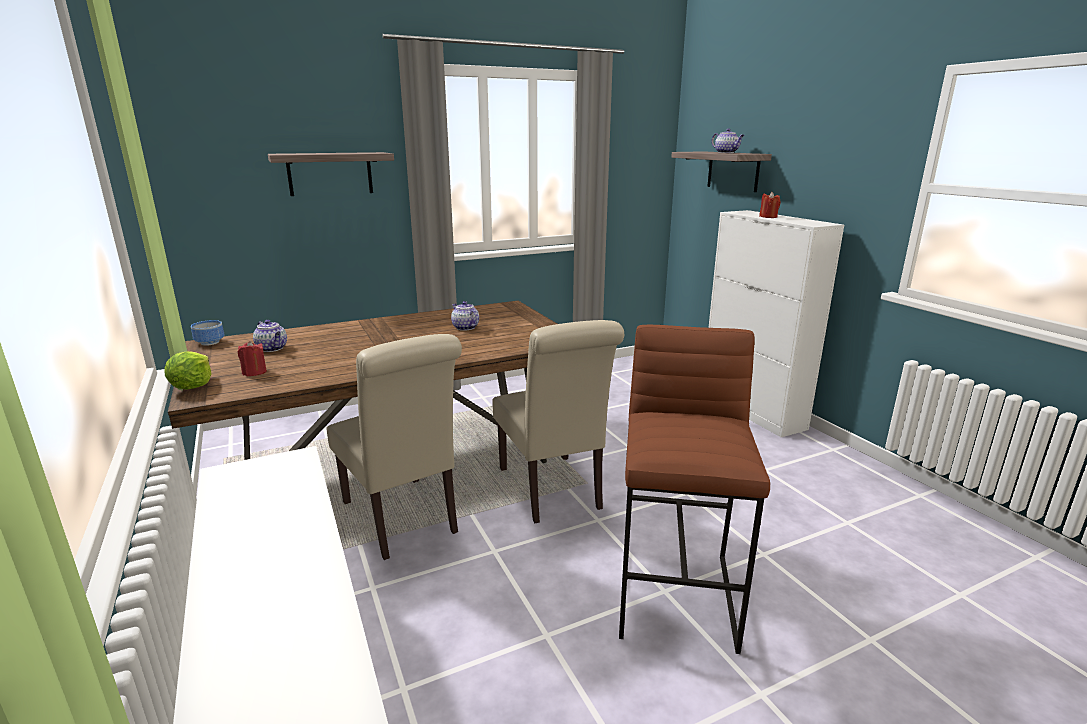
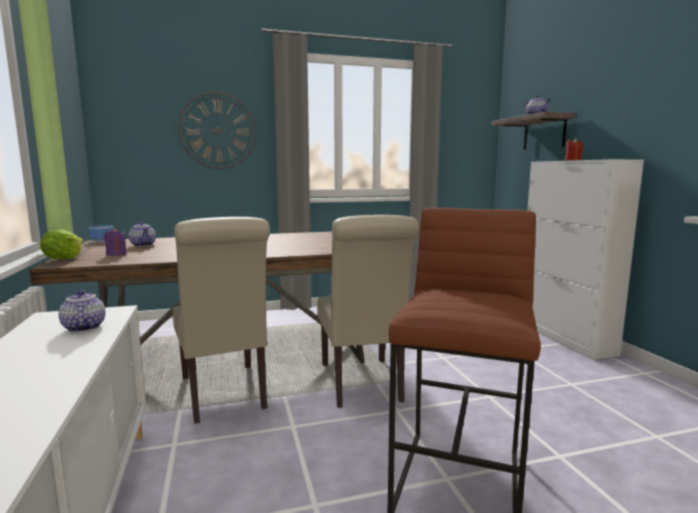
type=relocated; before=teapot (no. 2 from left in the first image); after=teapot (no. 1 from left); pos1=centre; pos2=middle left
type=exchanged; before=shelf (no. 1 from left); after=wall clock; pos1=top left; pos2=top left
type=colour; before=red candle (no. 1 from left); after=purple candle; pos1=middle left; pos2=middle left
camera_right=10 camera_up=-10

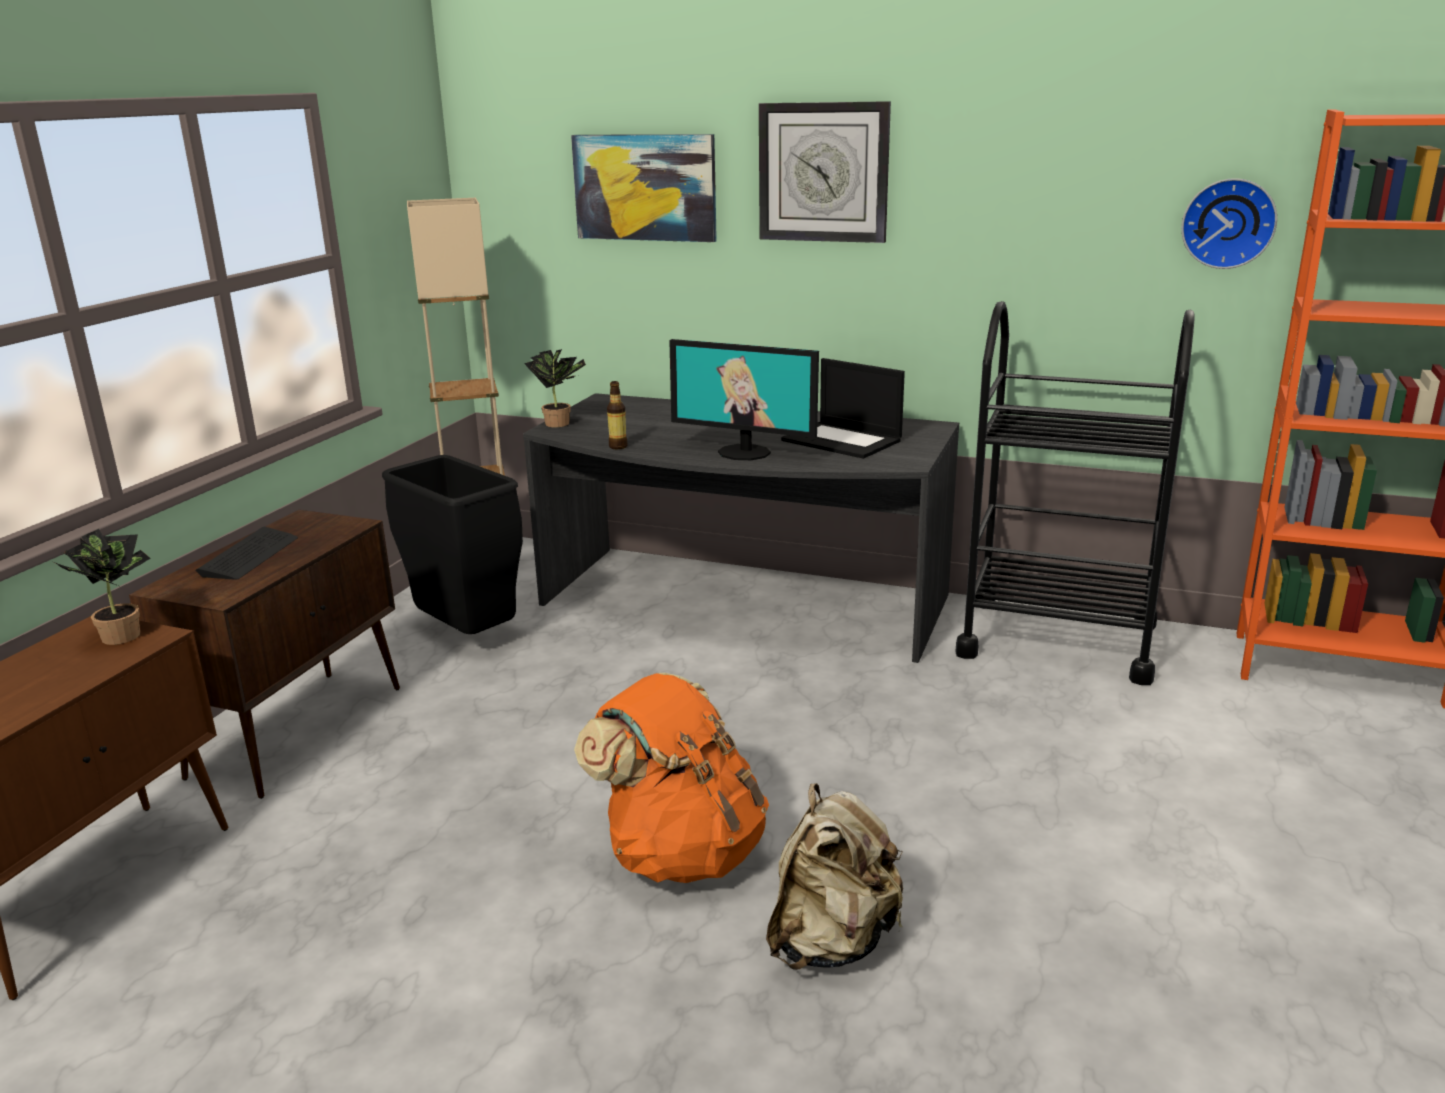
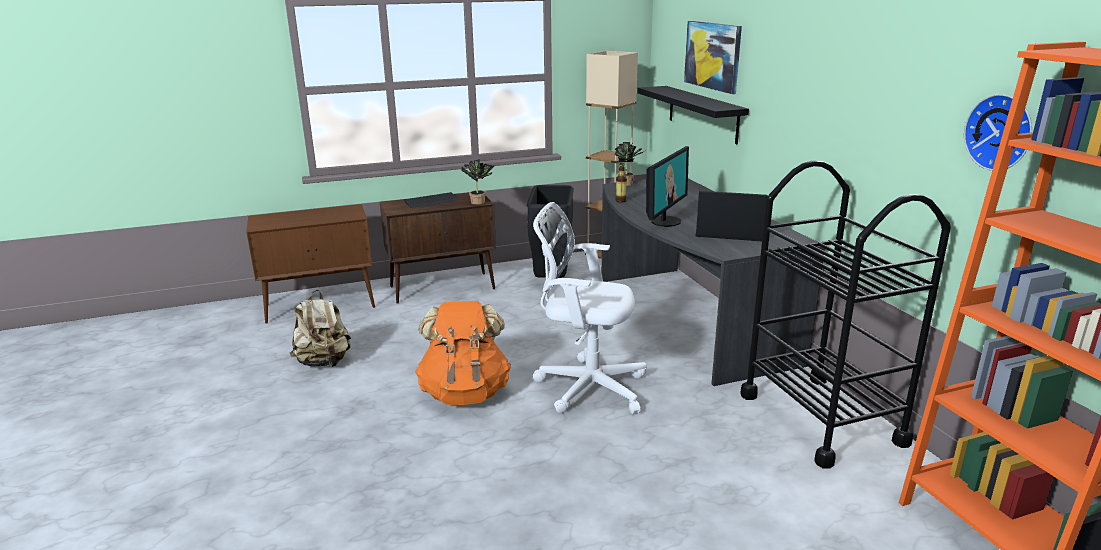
type=missing; before=wall clock (no. 1 from left); pos1=top centre
type=appeared; after=white office chair; pos2=centre
type=appeared; after=black shelf; pos2=top centre
type=relocated; before=potted plant (no. 1 from left); pos1=middle left; pos2=top centre
type=relocated; before=beige backpack; pos1=bottom centre; pos2=middle left
type=spun; before=monitor; pos1=centre; pos2=centre; turn=-135
type=spun; before=laptop; pos1=centre; pos2=centre; turn=105
camera_right=50 camera_up=0

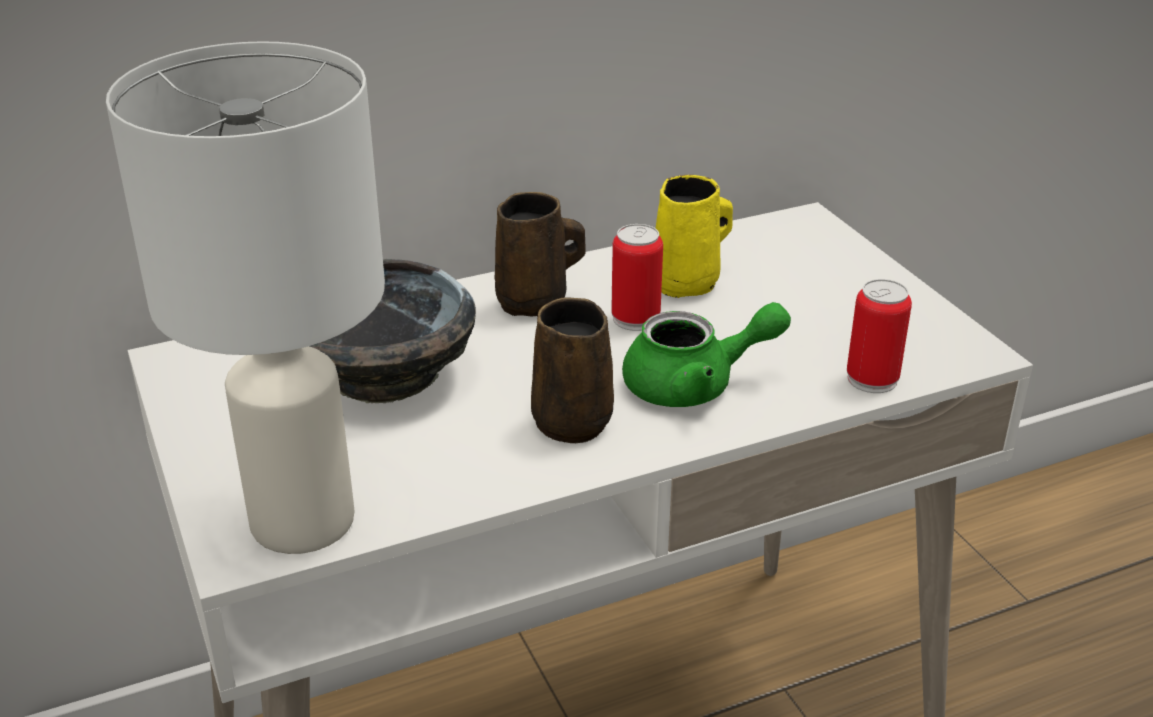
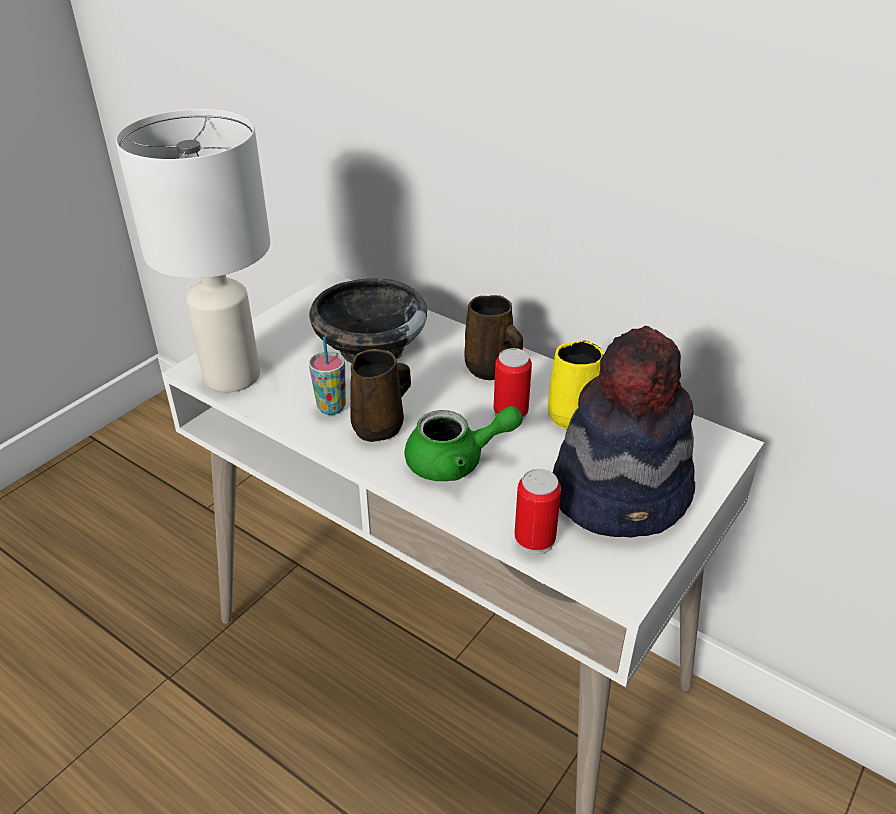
type=appeared; after=cup; pos2=centre
type=appeared; after=hat; pos2=middle right
type=spun; before=green teapot; pos1=centre; pos2=centre; turn=-60
camera_right=60 camera_up=5

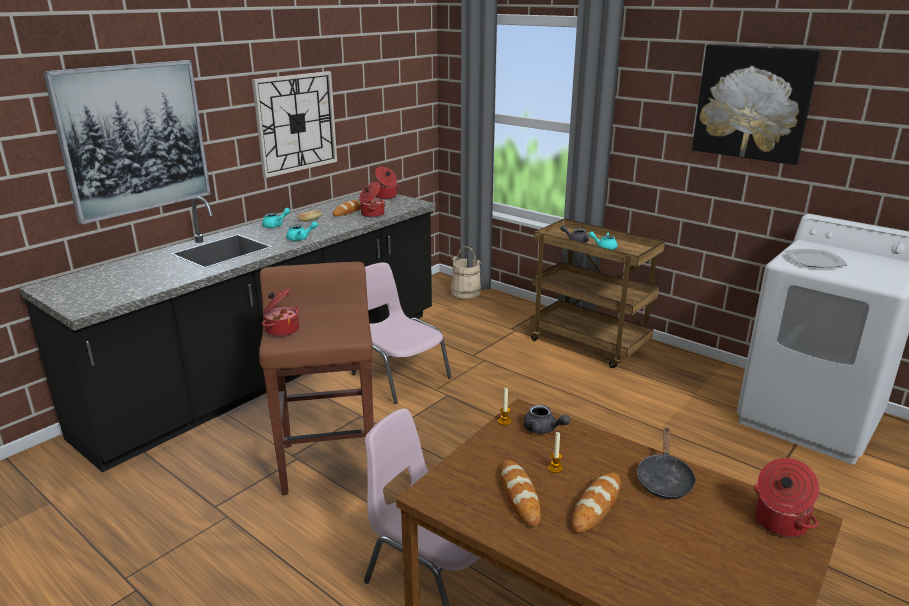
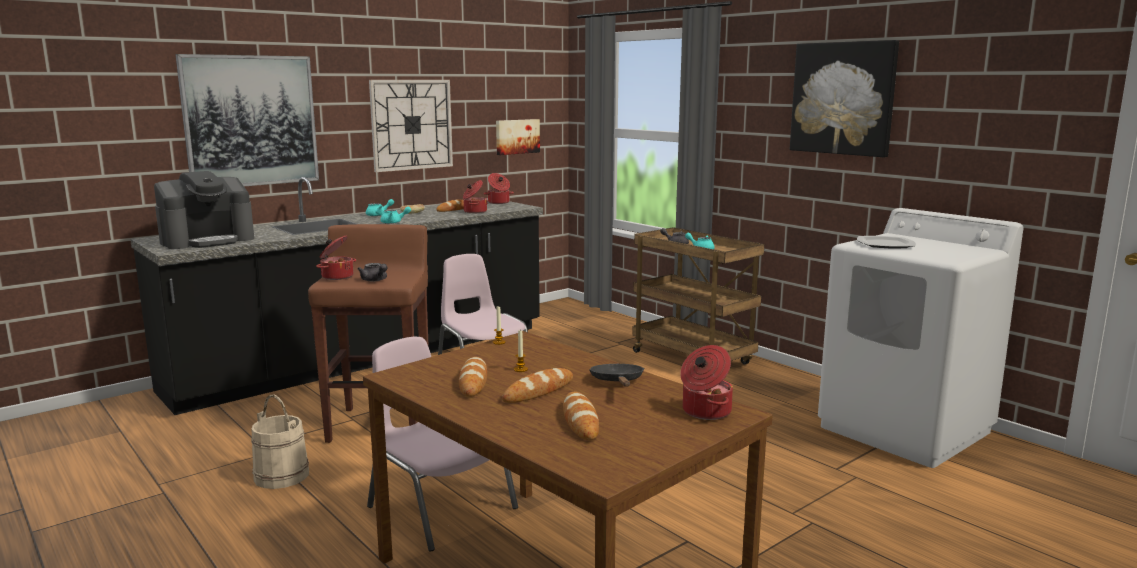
type=appeared; after=coffee machine; pos2=middle left
type=appeared; after=picture (no. 2 from left); pos2=top centre
type=appeared; after=bread (no. 5 from left); pos2=bottom centre
type=relocated; before=beige bucket; pos1=centre; pos2=bottom left
type=relocated; before=grey teapot (no. 1 from left); pos1=bottom centre; pos2=middle left
type=spun; before=black frying pan; pos1=bottom right; pos2=centre; turn=150
camera_right=10 camera_up=-10

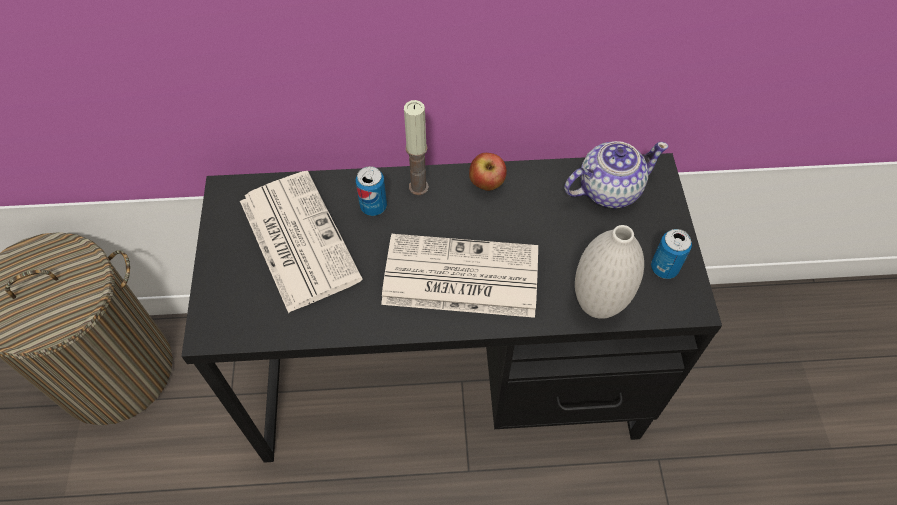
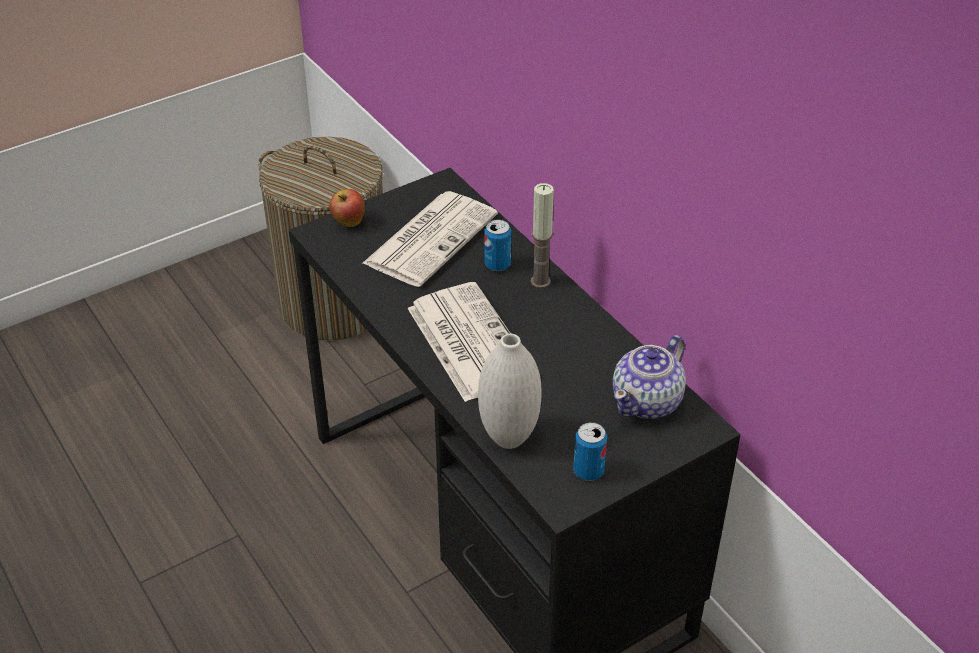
type=relocated; before=apple; pos1=centre; pos2=top centre
type=spun; before=teapot; pos1=middle right; pos2=centre; turn=90
camera_right=60 camera_up=-15

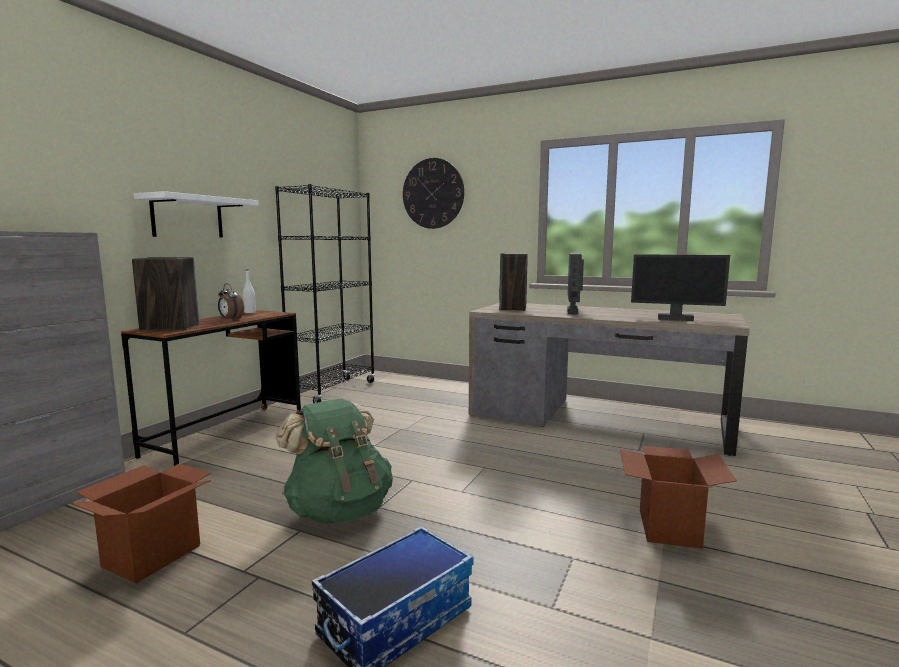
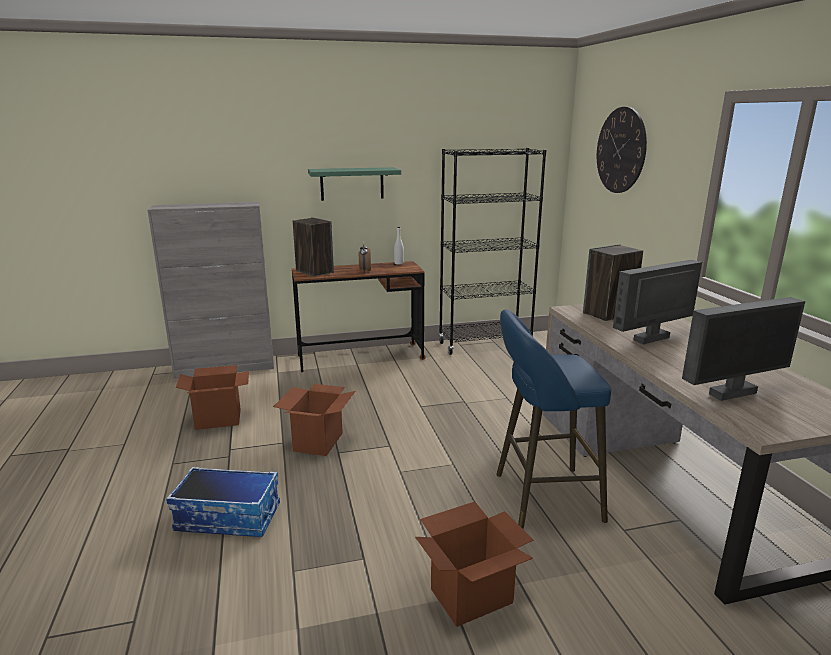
type=appeared; after=blue stool; pos2=centre
type=exchanged; before=green backpack; after=cardboard box (no. 2 from left); pos1=bottom centre; pos2=centre
type=colour; before=white shelf; after=green shelf; pos1=top left; pos2=top centre
type=spun; before=monitor (no. 2 from left); pos1=middle right; pos2=middle right; turn=-90
camera_right=50 camera_up=10

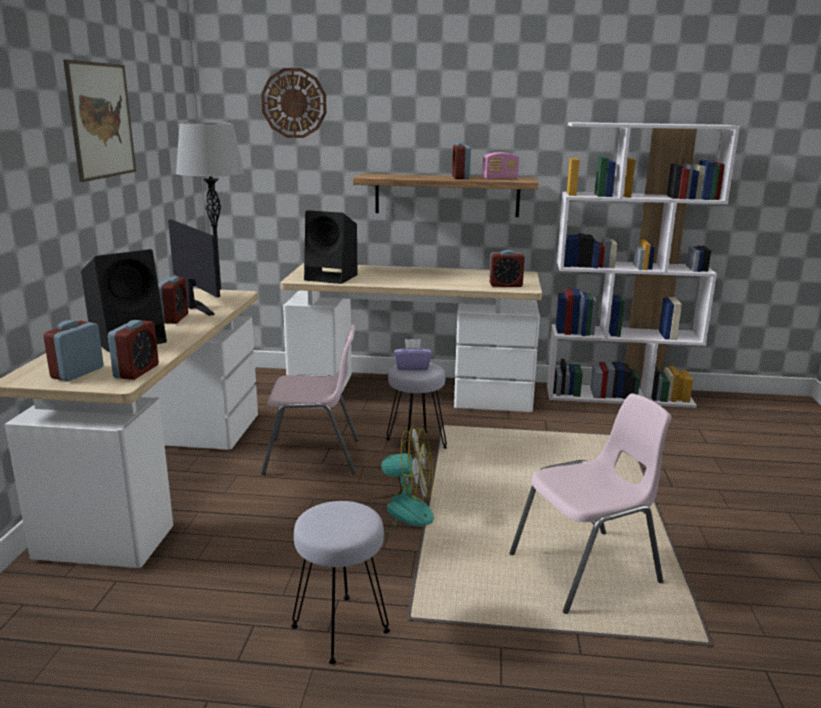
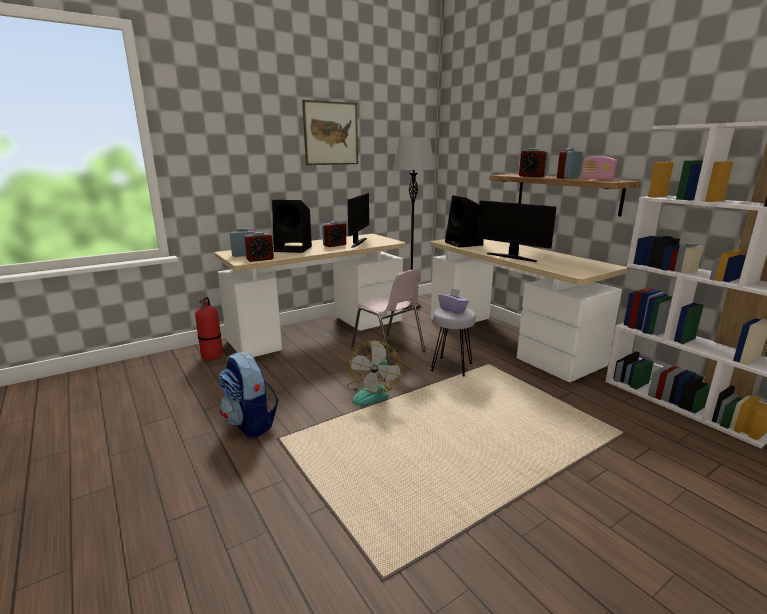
type=missing; before=wall clock; pos1=top centre
type=missing; before=pink chair (no. 2 from left); pos1=bottom right
type=appeared; after=fire extinguisher; pos2=middle left
type=appeared; after=monitor (no. 2 from left); pos2=middle right
type=relocated; before=alarm clock (no. 5 from left in the first image); after=alarm clock (no. 4 from left); pos1=centre; pos2=top right
type=exchanged; before=grey stool (no. 1 from left); after=backpack; pos1=bottom centre; pos2=middle left
type=spun; before=fan; pos1=bottom centre; pos2=centre; turn=45
camera_right=50 camera_up=0

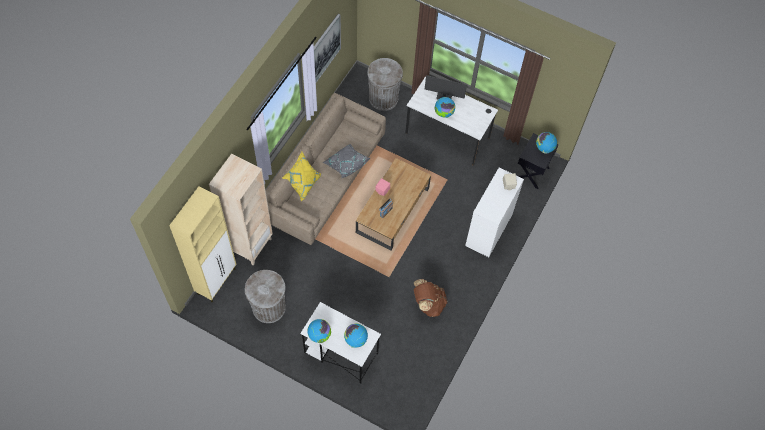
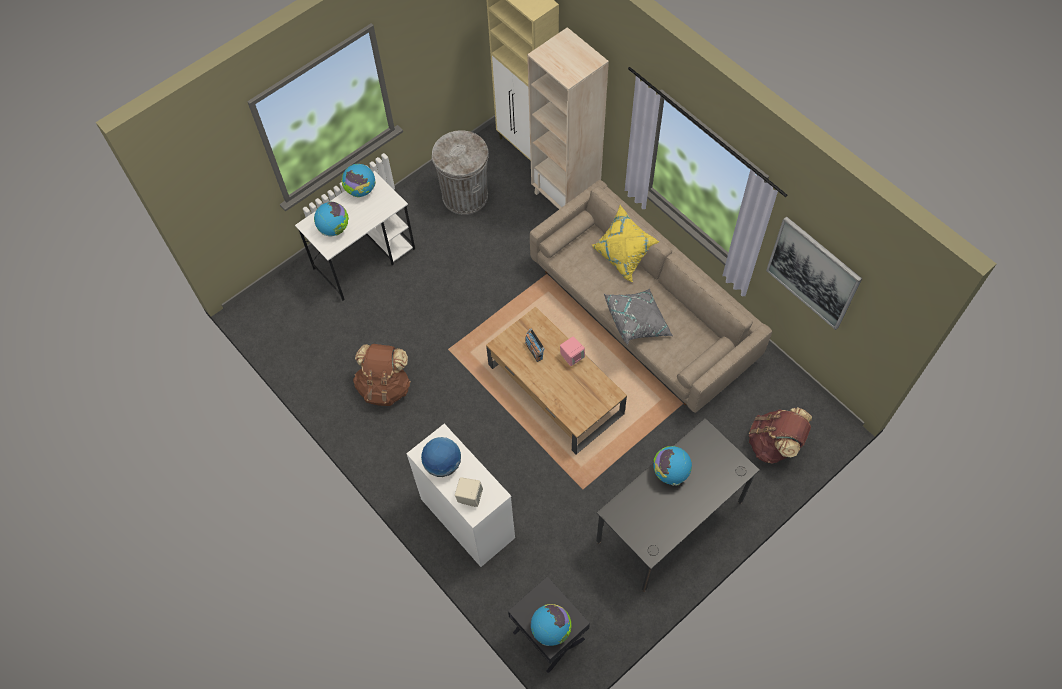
type=missing; before=monitor; pos1=top centre
type=appeared; after=globe (no. 3 from left); pos2=centre
type=exchanged; before=grey trash can (no. 2 from left); after=brown backpack (no. 2 from left); pos1=top centre; pos2=middle right
type=colour; before=white desk (no. 2 from left); after=black desk; pos1=top centre; pos2=bottom centre
camera_right=115 camera_up=0

